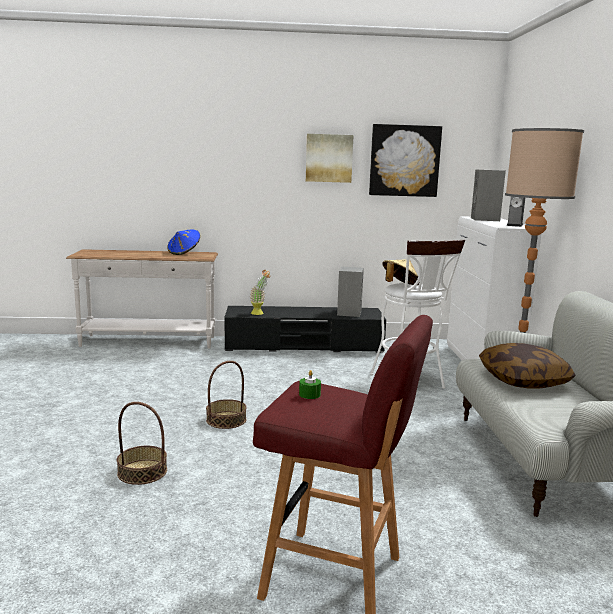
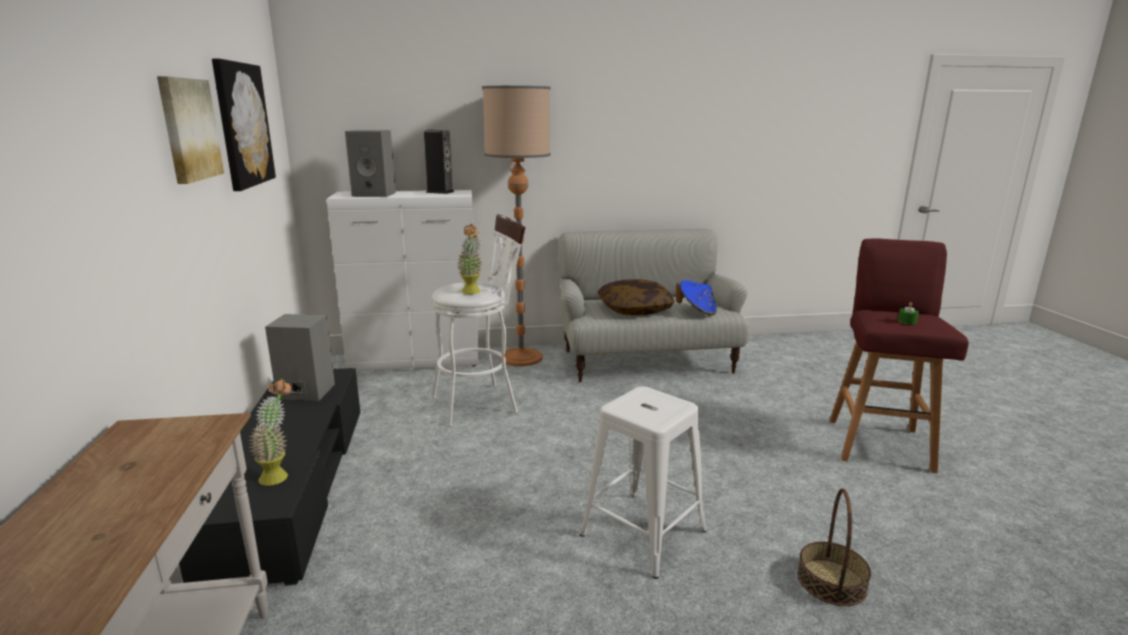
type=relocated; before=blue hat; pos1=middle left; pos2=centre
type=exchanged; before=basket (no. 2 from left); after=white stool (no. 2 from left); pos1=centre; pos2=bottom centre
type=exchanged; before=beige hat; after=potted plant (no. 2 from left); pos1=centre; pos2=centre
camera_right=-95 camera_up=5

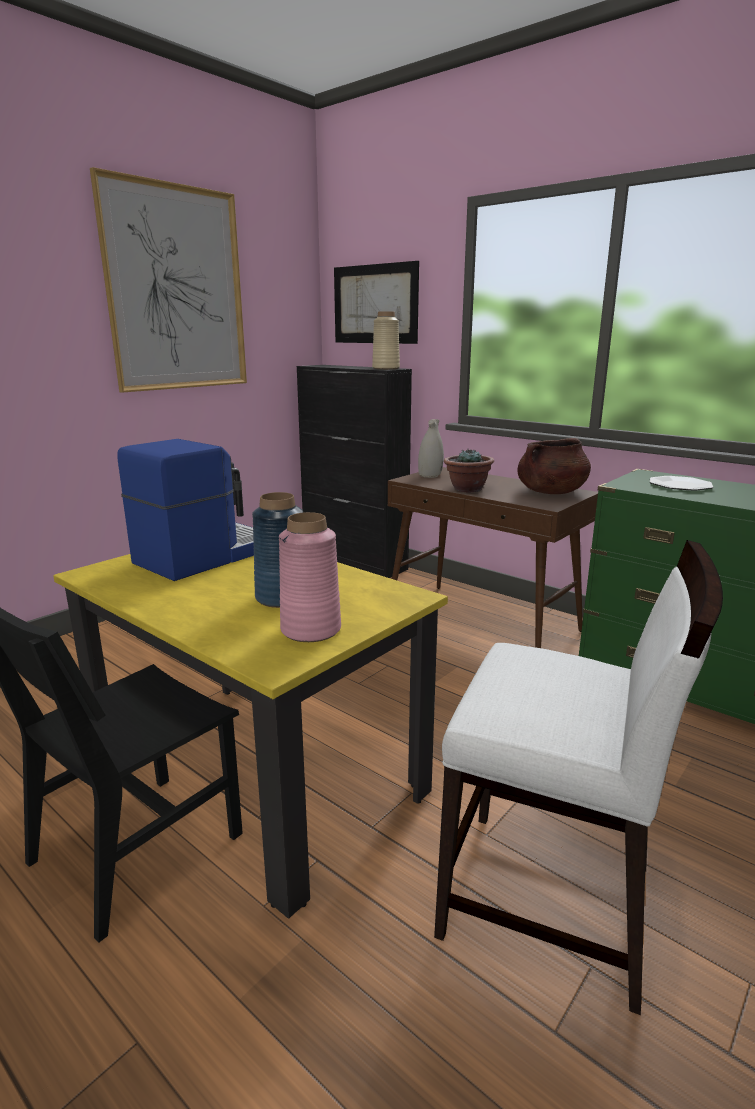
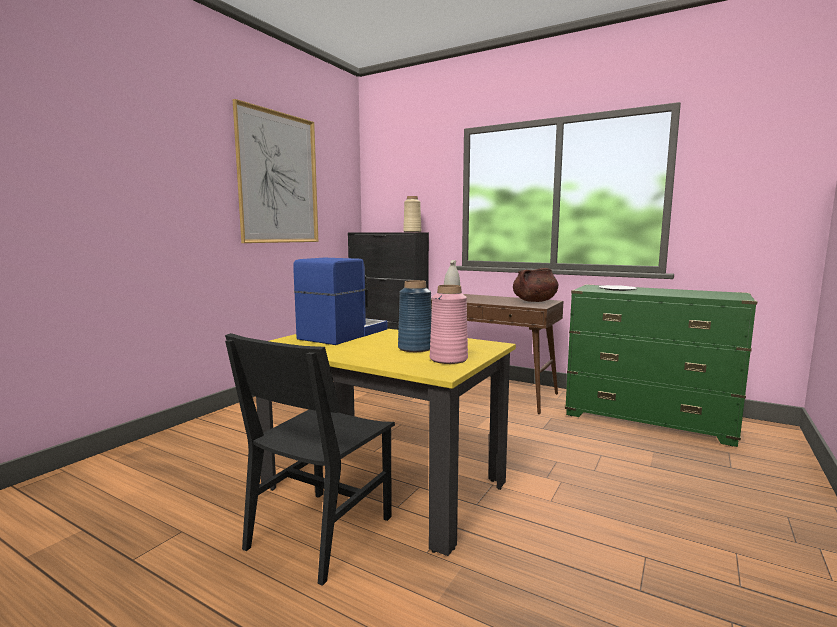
type=missing; before=picture (no. 2 from left); pos1=top centre
type=missing; before=white chair; pos1=bottom right
type=missing; before=potted plant; pos1=centre
camera_right=-10 camera_up=-10

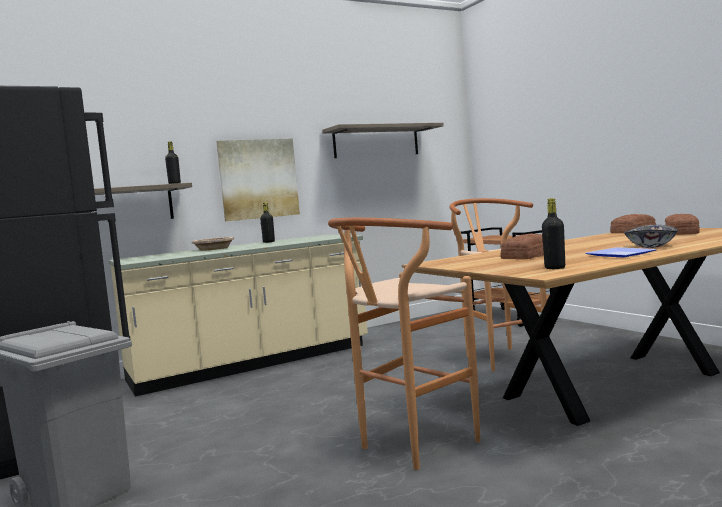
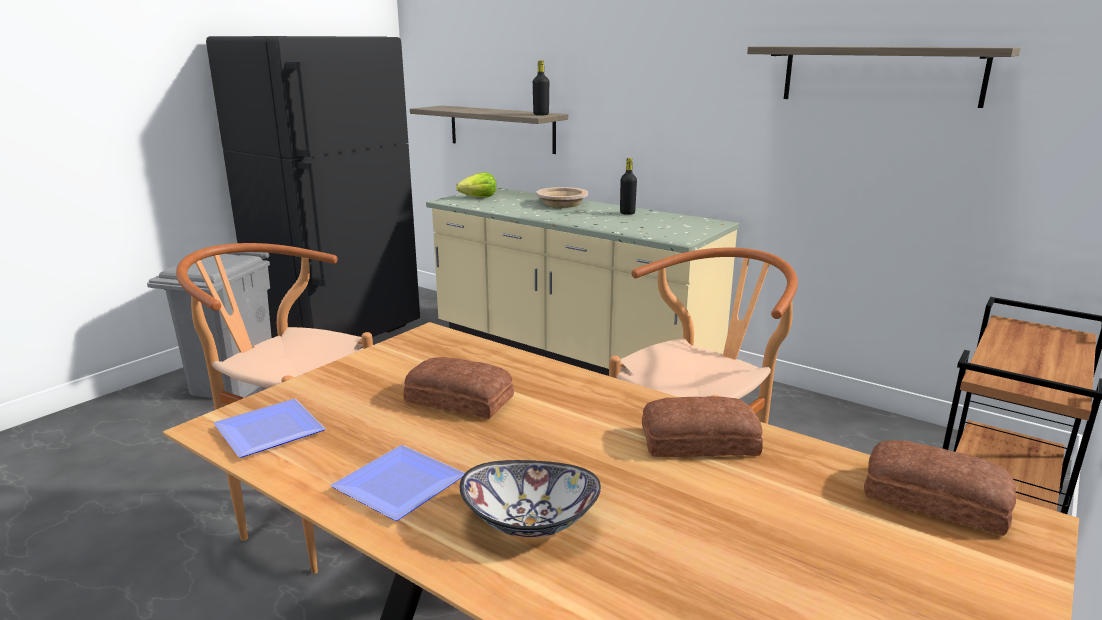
type=missing; before=picture; pos1=centre
type=appeared; after=lettuce; pos2=top centre
type=relocated; before=bread (no. 3 from left in the first image); after=bread (no. 2 from left); pos1=middle right; pos2=bottom centre
type=exchanged; before=black bottle (no. 3 from left); after=plate (no. 1 from left); pos1=middle right; pos2=bottom left
camera_right=65 camera_up=15

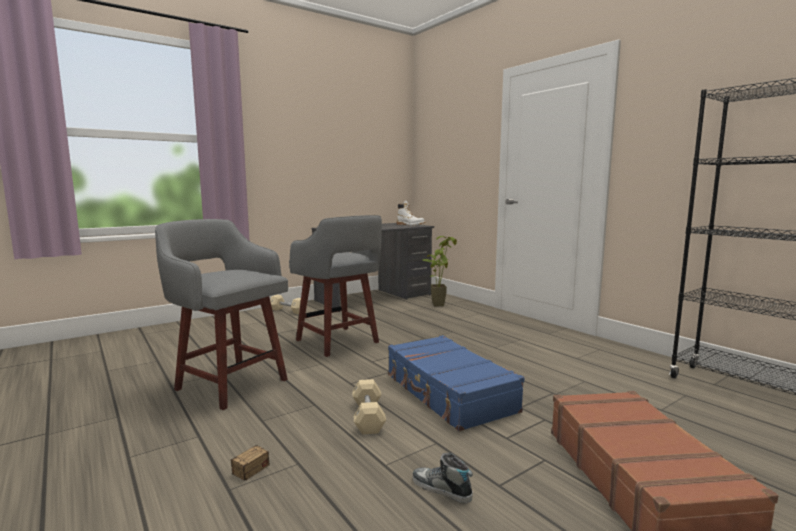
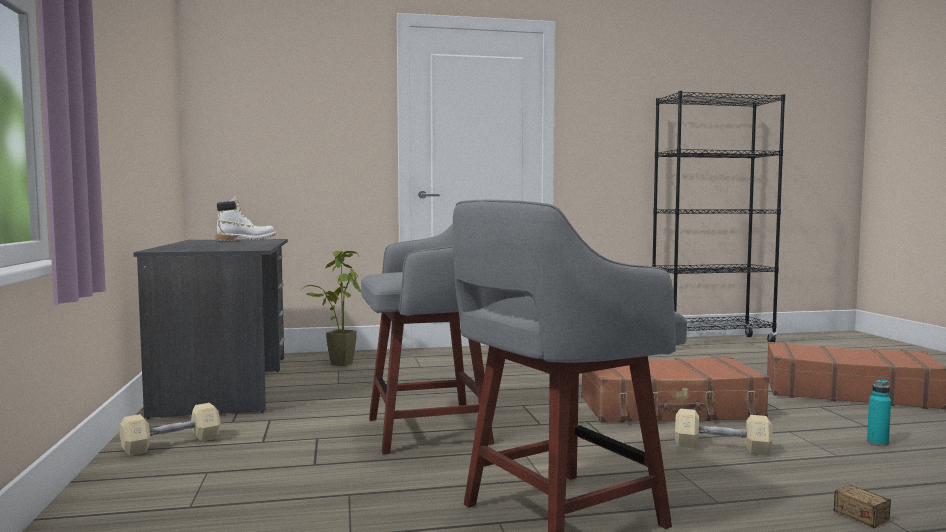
type=exchanged; before=shoe; after=turquoise bottle; pos1=bottom centre; pos2=bottom right
type=colour; before=blue suitcase; after=brown suitcase (no. 1 from left); pos1=bottom centre; pos2=bottom right
camera_right=-65 camera_up=-5

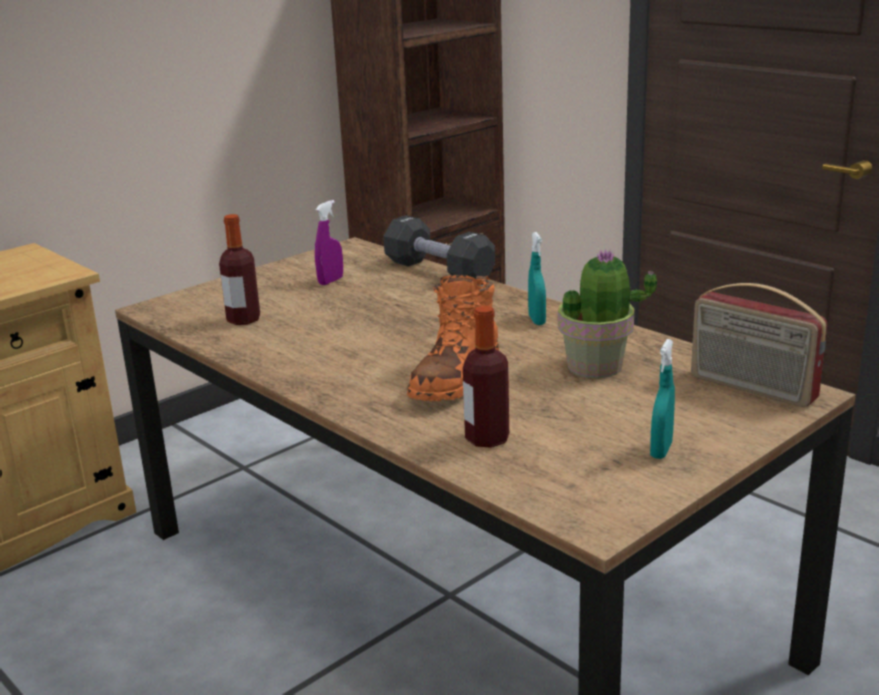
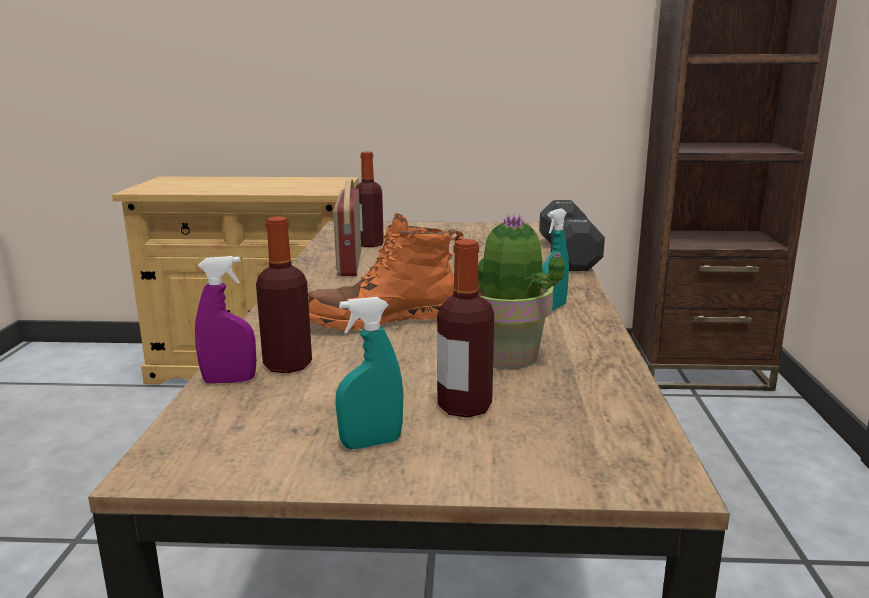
type=appeared; after=bottle (no. 3 from left); pos2=centre
type=relocated; before=purple spray bottle; pos1=centre; pos2=middle left
type=relocated; before=radio; pos1=middle right; pos2=centre
camera_right=45 camera_up=-5

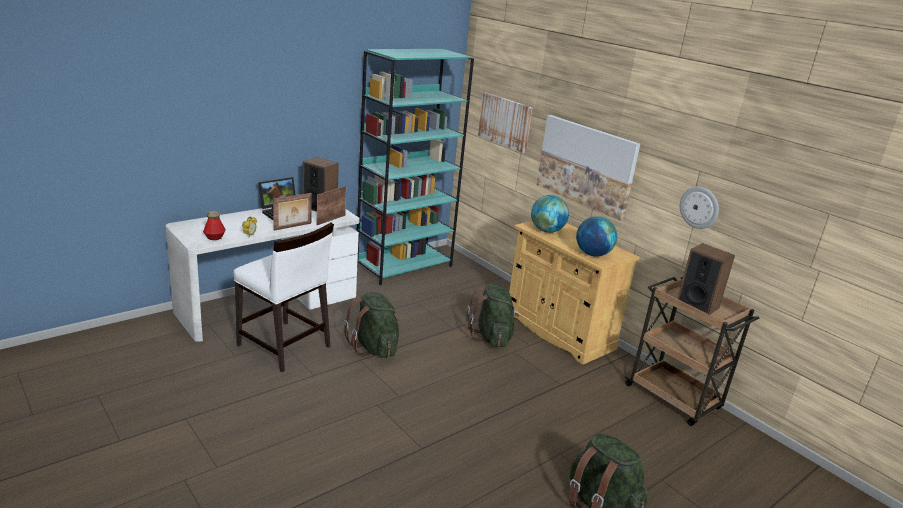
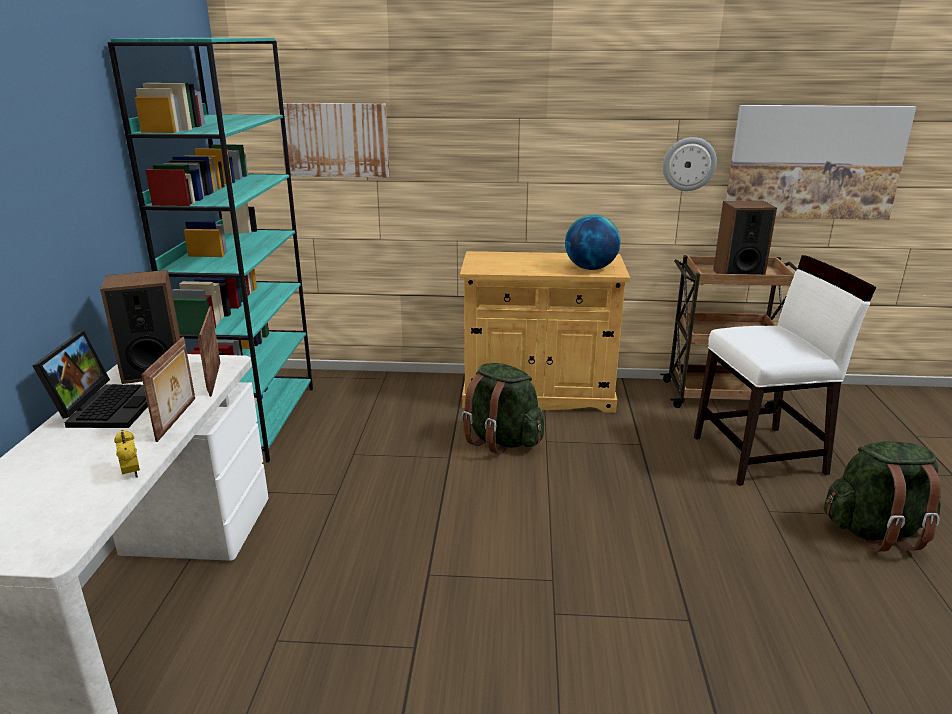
type=missing; before=bottle; pos1=middle left
type=missing; before=green backpack (no. 1 from left); pos1=centre
type=missing; before=globe (no. 1 from left); pos1=centre
type=relocated; before=white chair; pos1=middle left; pos2=middle right
type=relocated; before=picture (no. 2 from left); pos1=top centre; pos2=top right
camera_right=-45 camera_up=0

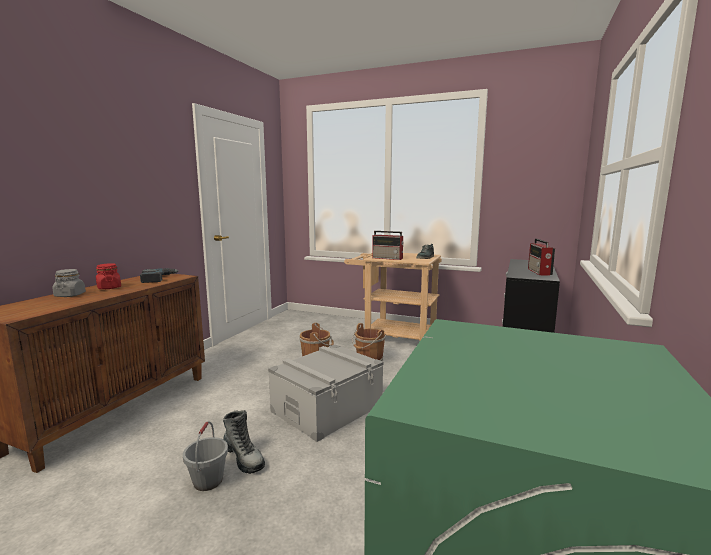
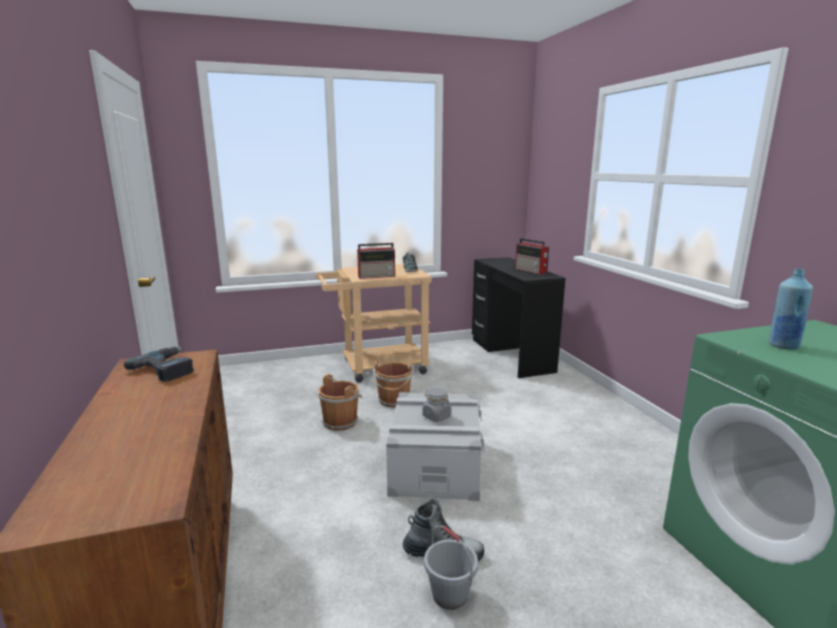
type=missing; before=red jar; pos1=middle left
type=appeared; after=blue bottle; pos2=middle right
type=relocated; before=grey jar; pos1=middle left; pos2=centre
camera_right=-40 camera_up=5

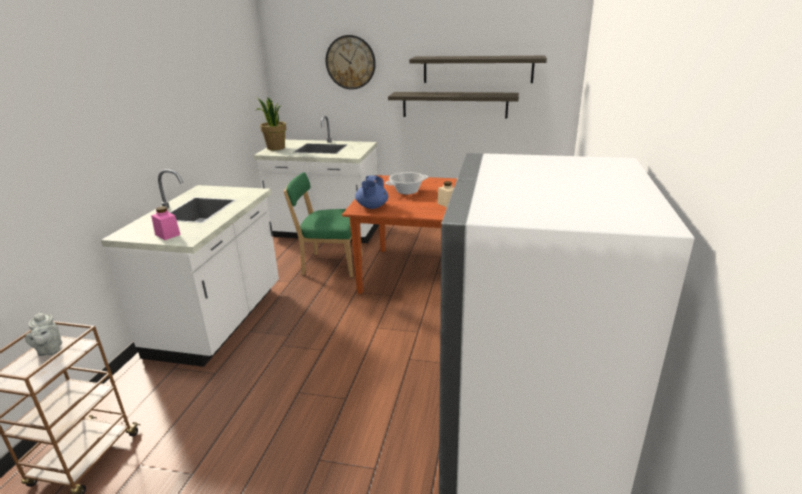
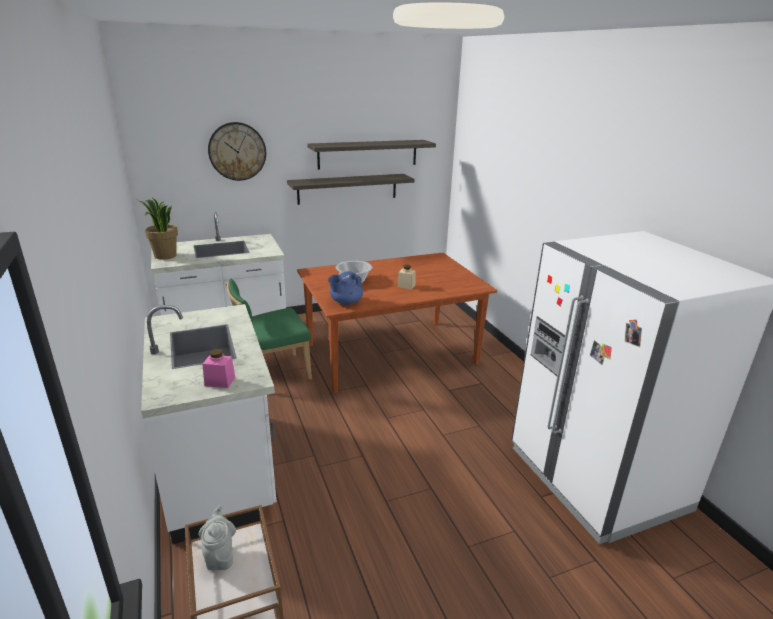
type=spun; before=grey teapot; pos1=bottom left; pos2=bottom left; turn=-135
type=spun; before=blue teapot; pos1=centre; pos2=centre; turn=75
camera_right=-35 camera_up=0

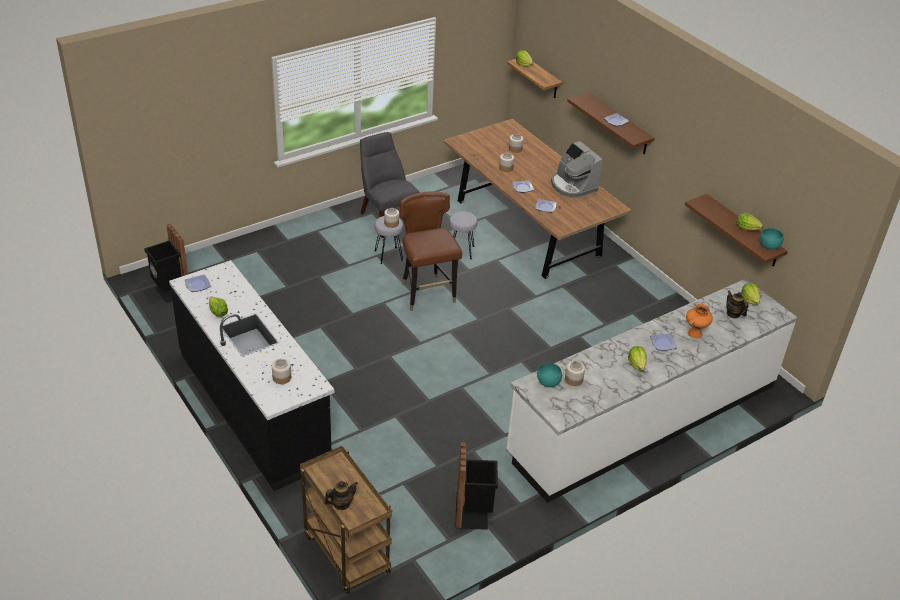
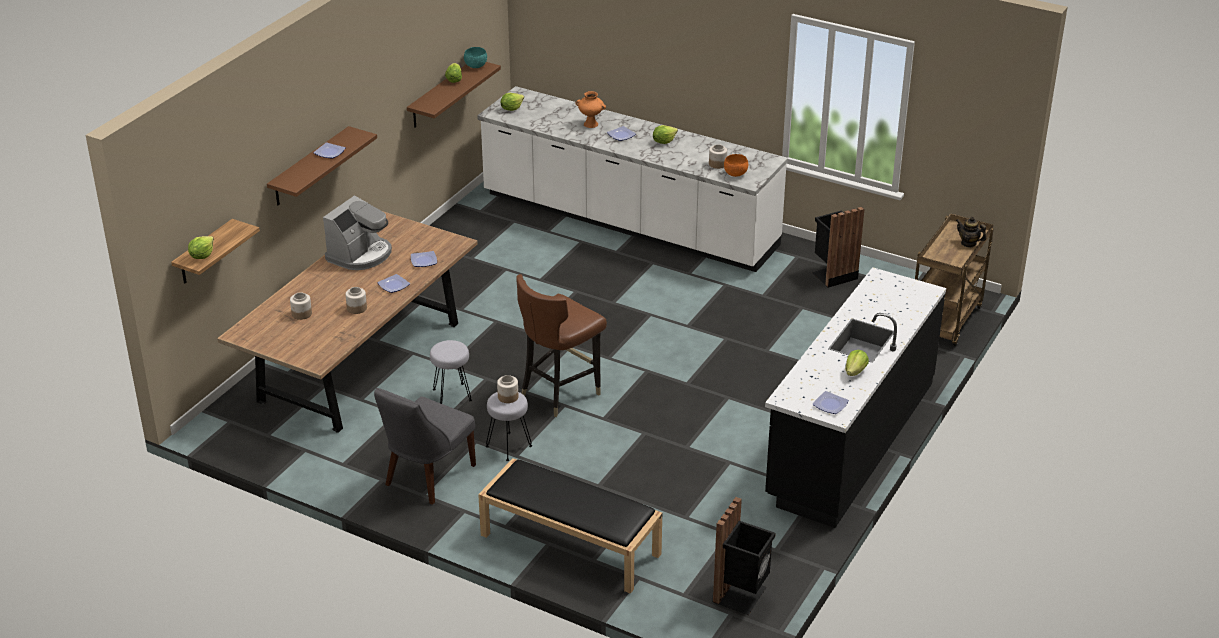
type=missing; before=jar (no. 1 from left); pos1=middle left
type=missing; before=teapot (no. 2 from left); pos1=middle right
type=appeared; after=black bench; pos2=bottom centre
type=colour; before=turquoise bowl (no. 1 from left); after=orange bowl; pos1=centre; pos2=top centre
camera_right=-115 camera_up=-5

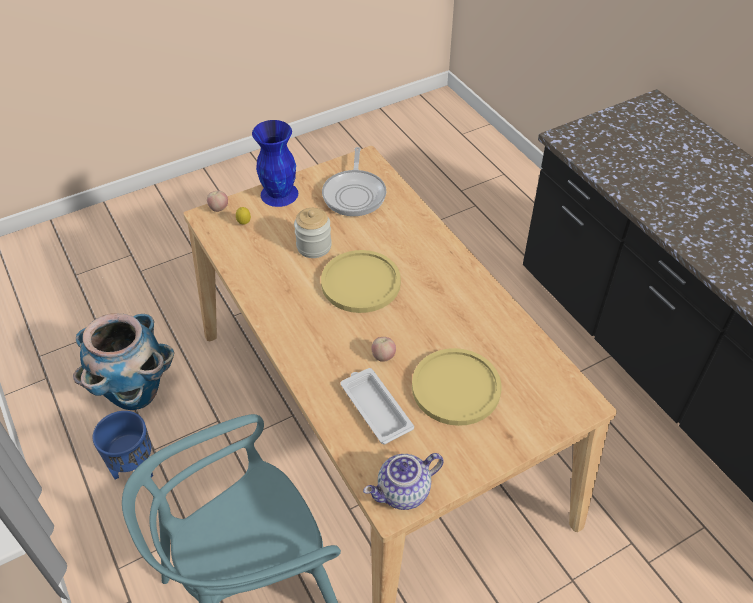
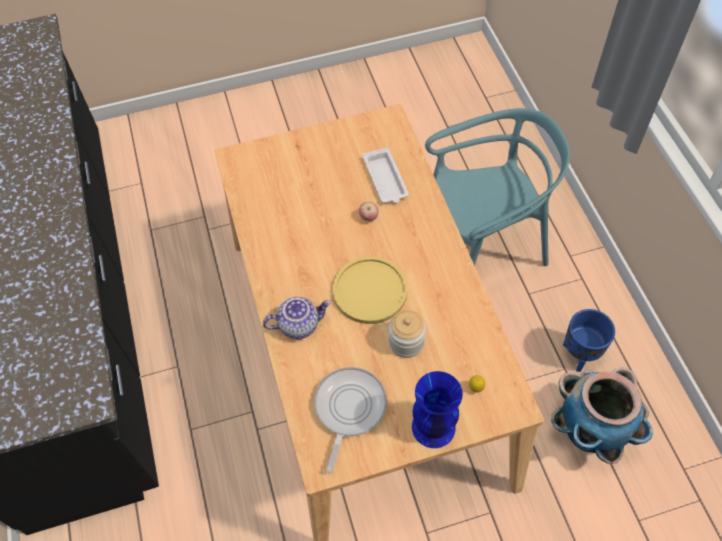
type=missing; before=apple (no. 1 from left); pos1=middle left
type=missing; before=yellow plate (no. 2 from left); pos1=centre
type=relocated; before=teapot; pos1=bottom centre; pos2=centre
camera_right=-165 camera_up=10

